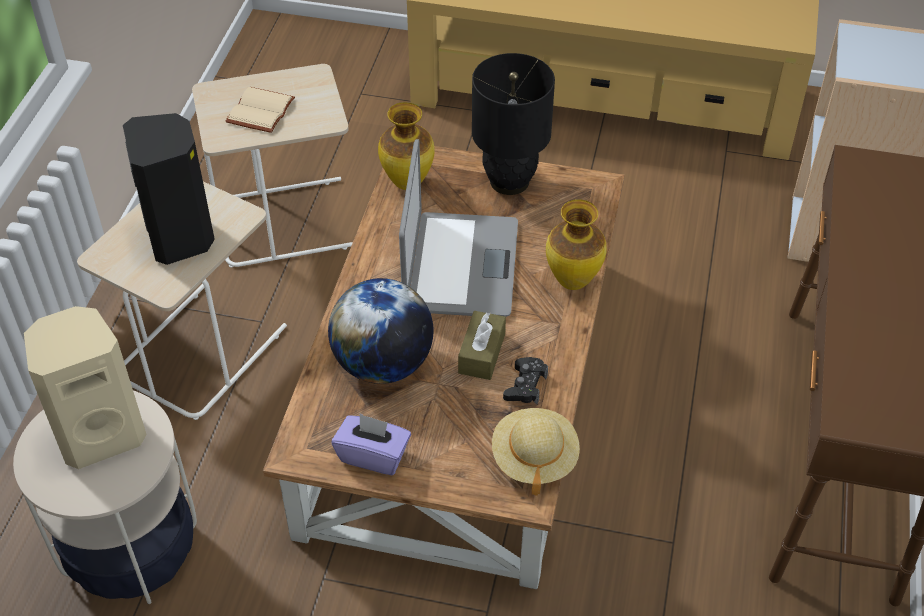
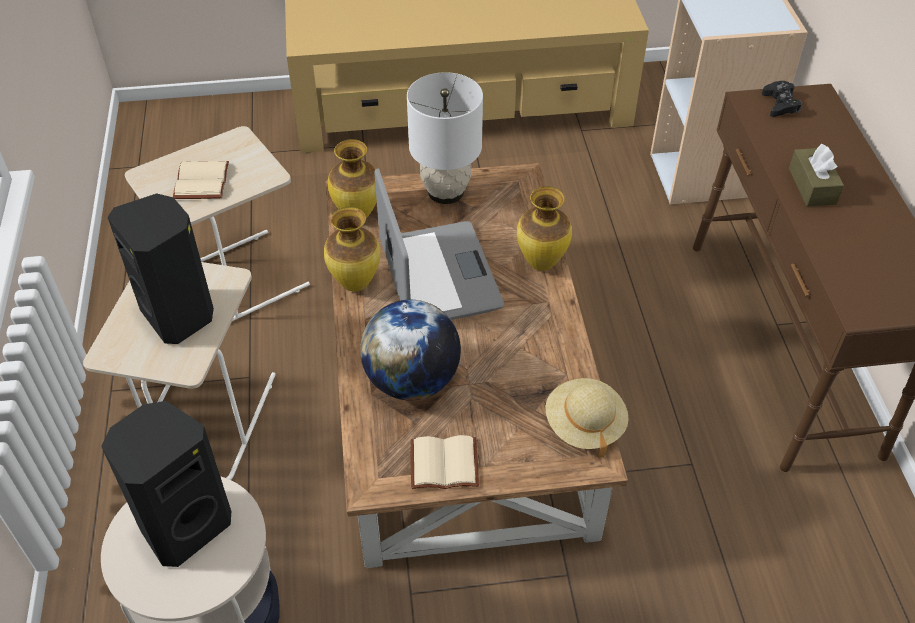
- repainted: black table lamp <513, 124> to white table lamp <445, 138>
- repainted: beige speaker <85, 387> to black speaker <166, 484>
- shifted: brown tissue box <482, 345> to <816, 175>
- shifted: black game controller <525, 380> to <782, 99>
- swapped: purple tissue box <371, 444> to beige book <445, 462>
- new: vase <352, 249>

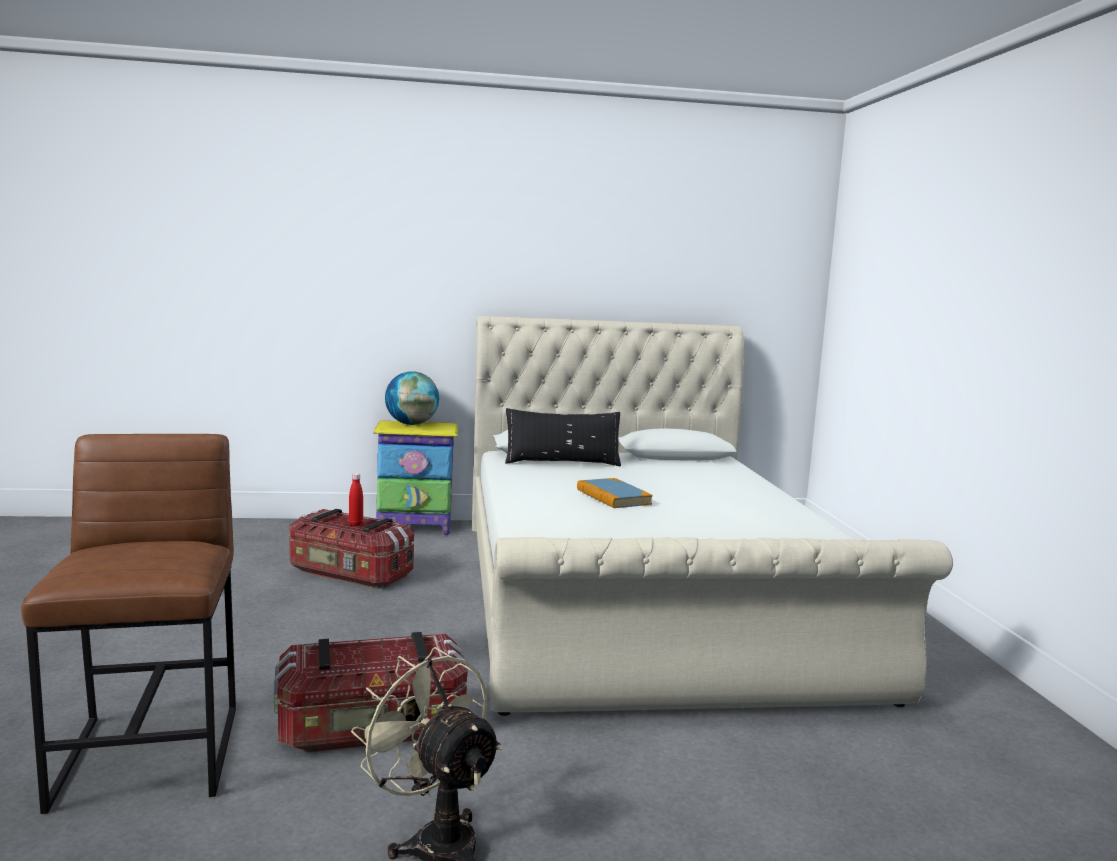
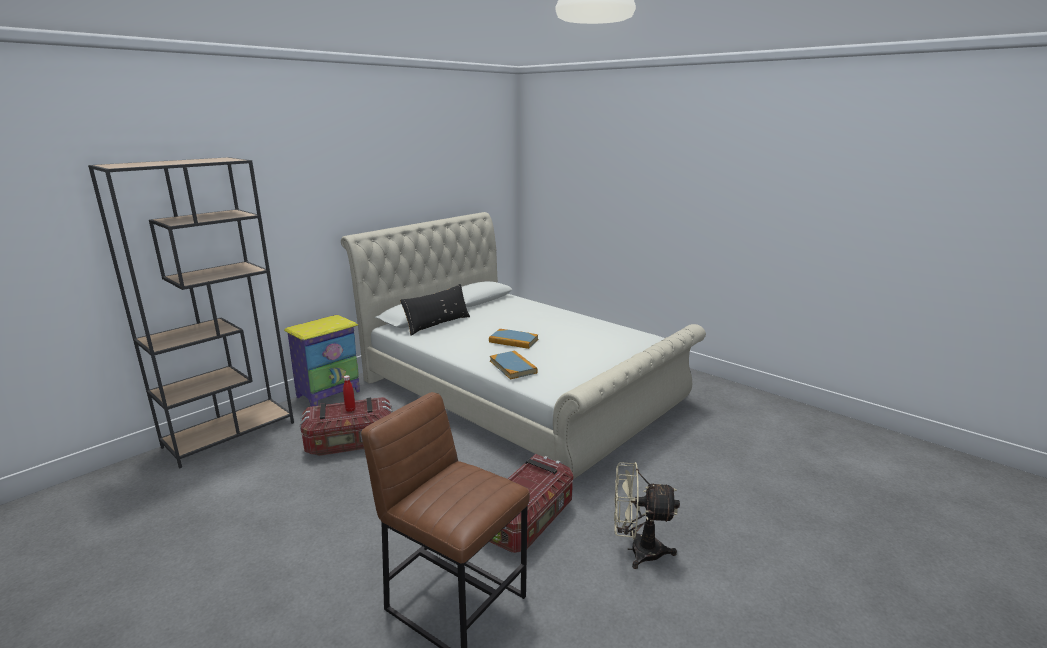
- gone: globe <412, 398>
- new: bookcase <191, 312>
- new: book <514, 365>

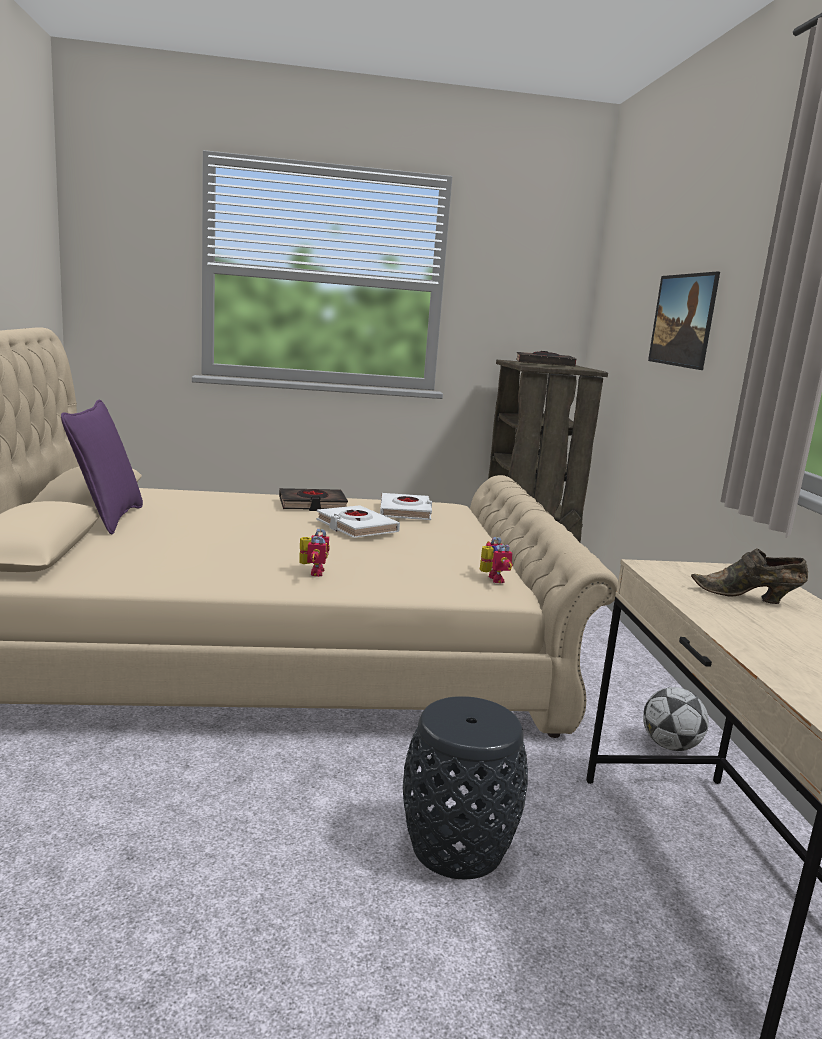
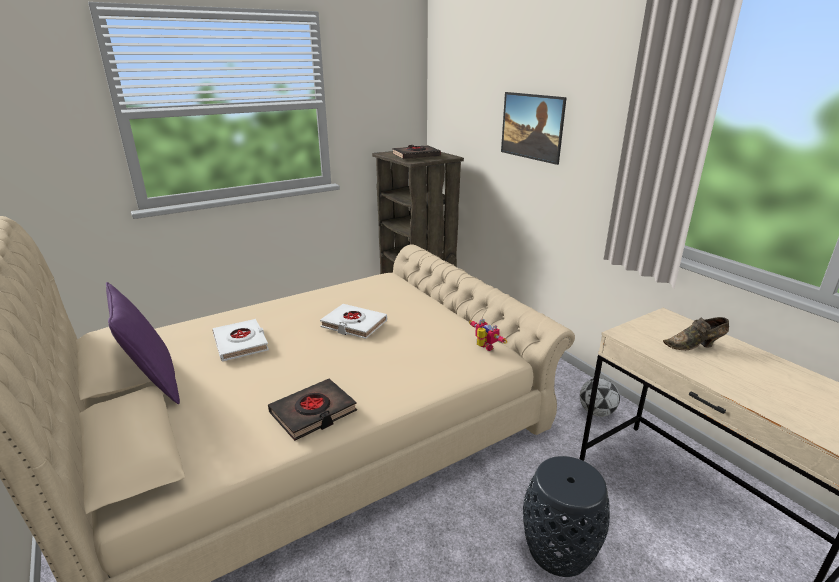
- shifted: black book <313, 499> to <312, 410>
- shifted: white book <406, 506> to <240, 340>
- gone: toy robot <314, 553>

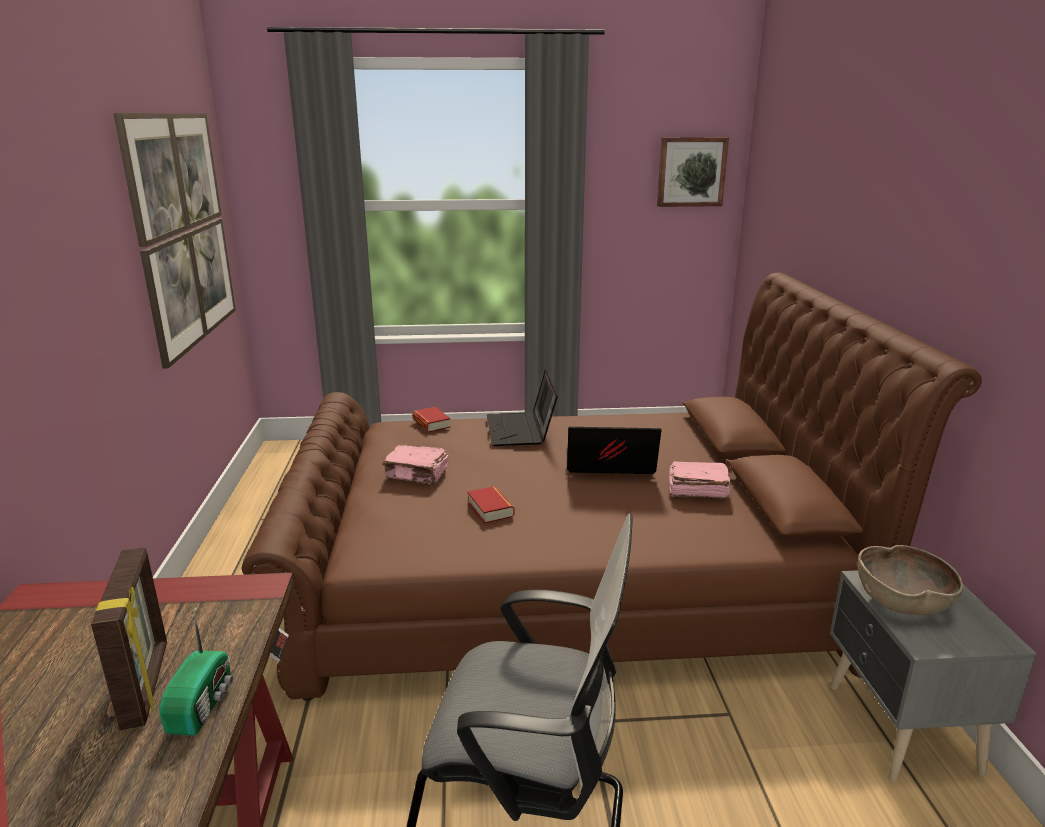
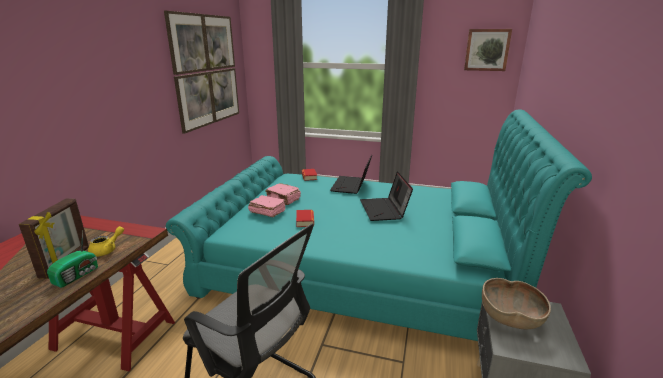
- repainted: brown bed <611, 486> to turquoise bed <379, 225>
- rotated: laptop <614, 450> = <386, 196> 120 degrees counterclockwise
- shifted: pink book <700, 480> to <267, 206>
- new: yellow teapot <106, 241>

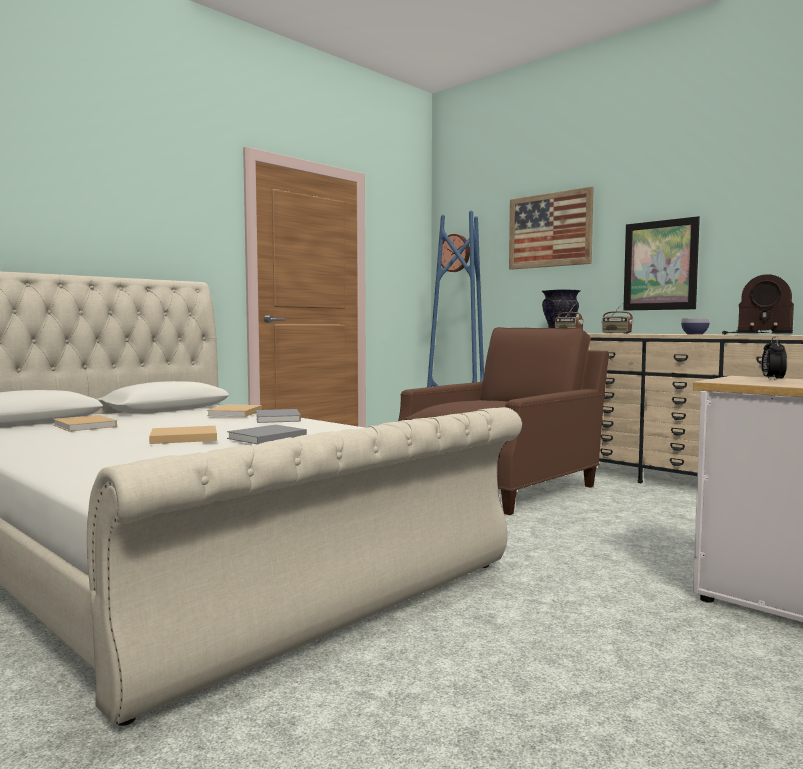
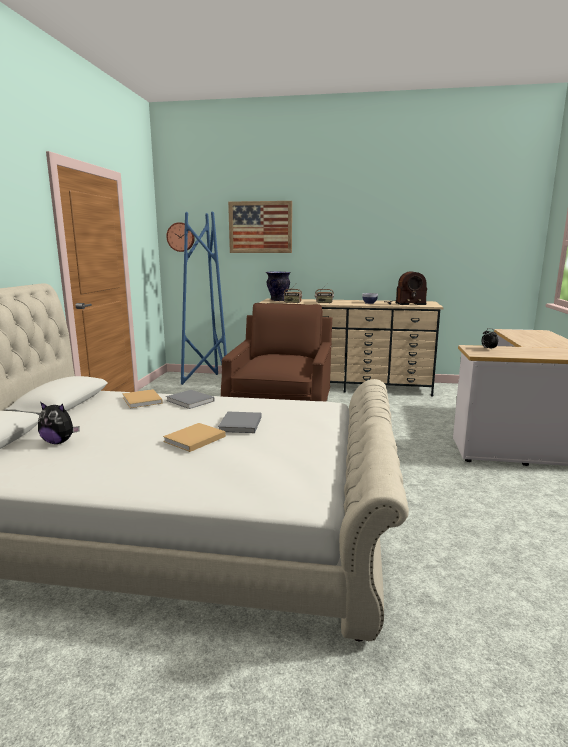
- gone: picture <661, 263>
- swapped: beige book <85, 423> to plush toy <59, 423>

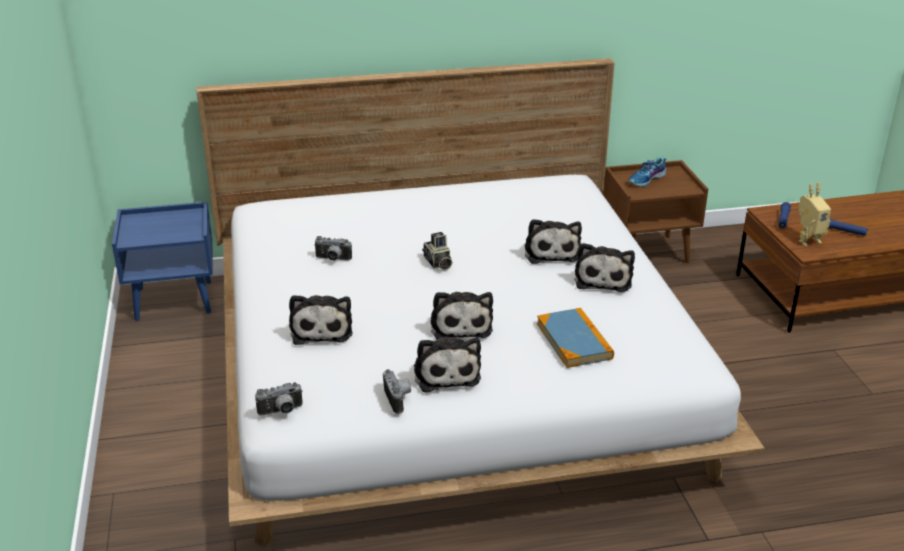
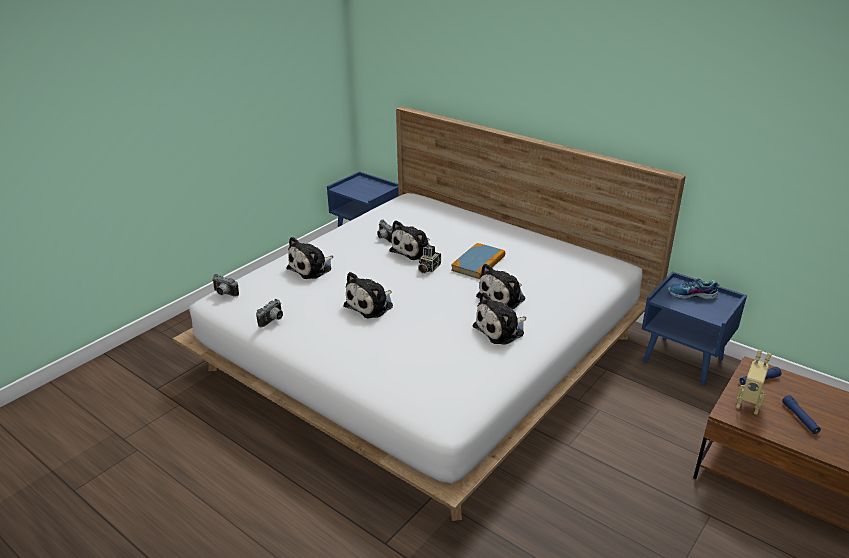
- repainted: brown nightstand <655, 211> to blue nightstand <694, 328>
- shifted: book <575, 338> to <478, 261>
- shifted: plush toy <447, 364> to <409, 240>

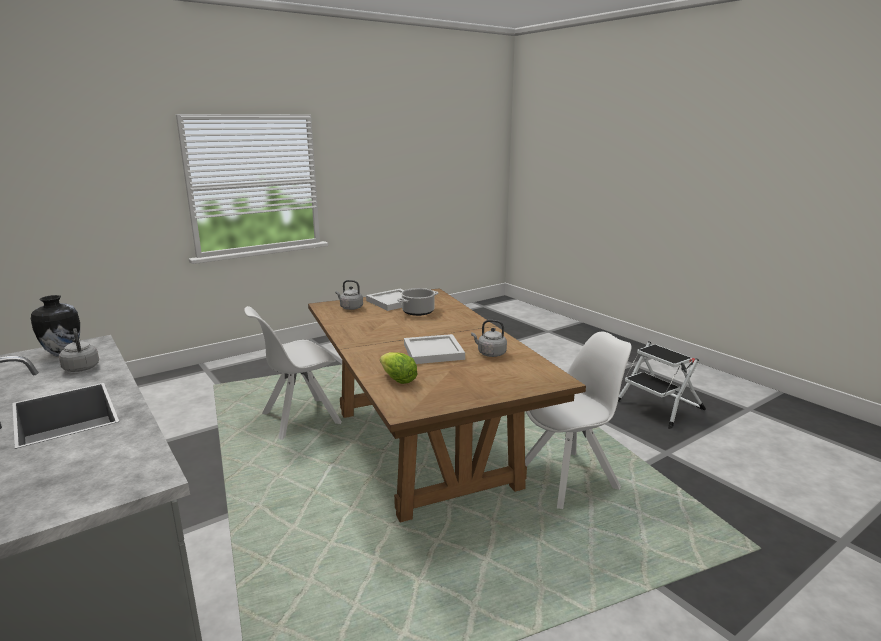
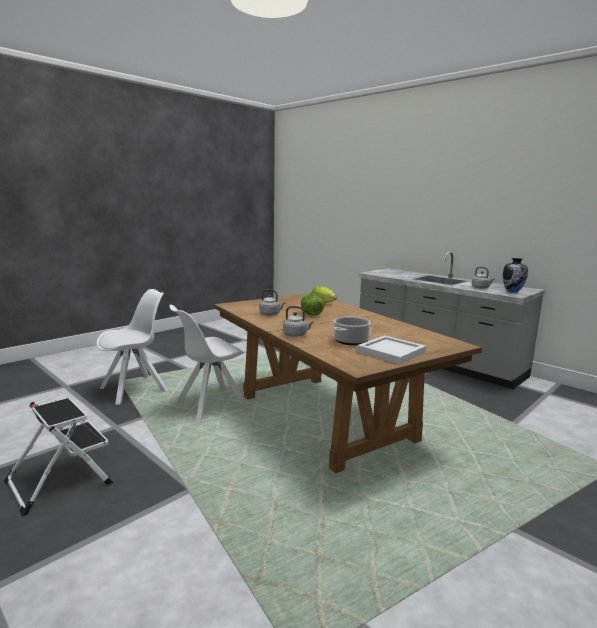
- shifted: grey kettle <349, 295> to <298, 321>
- shifted: white chair <293, 373> to <132, 347>
- swapped: white tray <434, 349> to lettuce <313, 304>

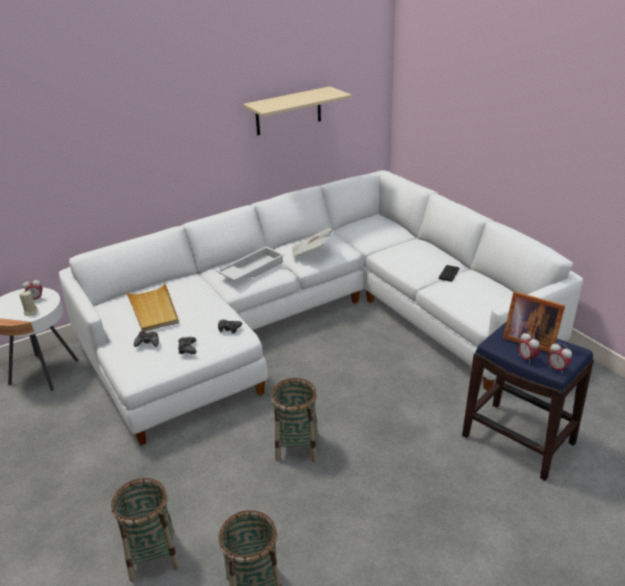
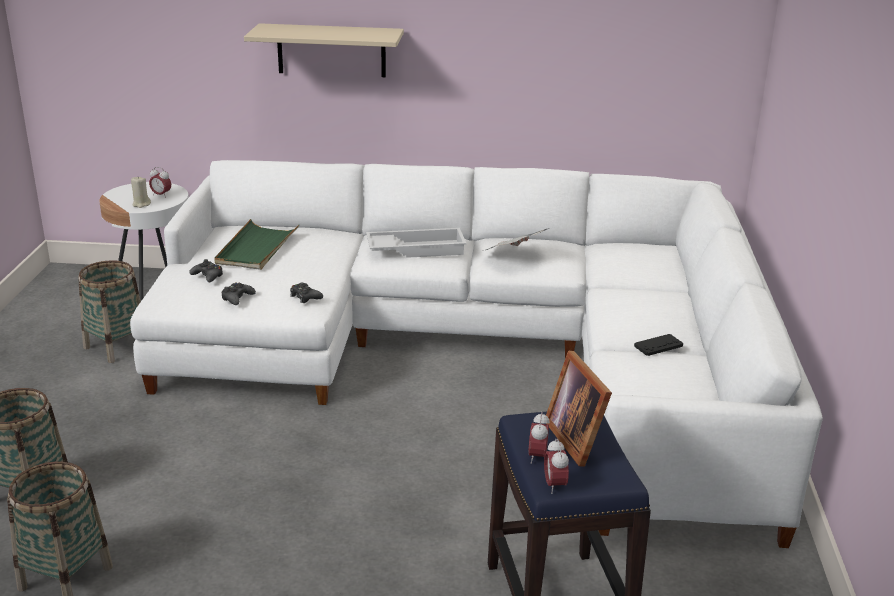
- shifted: beige shelf <297, 110> to <324, 50>
- repainted: beige tray <152, 307> to green tray <256, 244>
- shifted: basket <294, 420> to <109, 311>

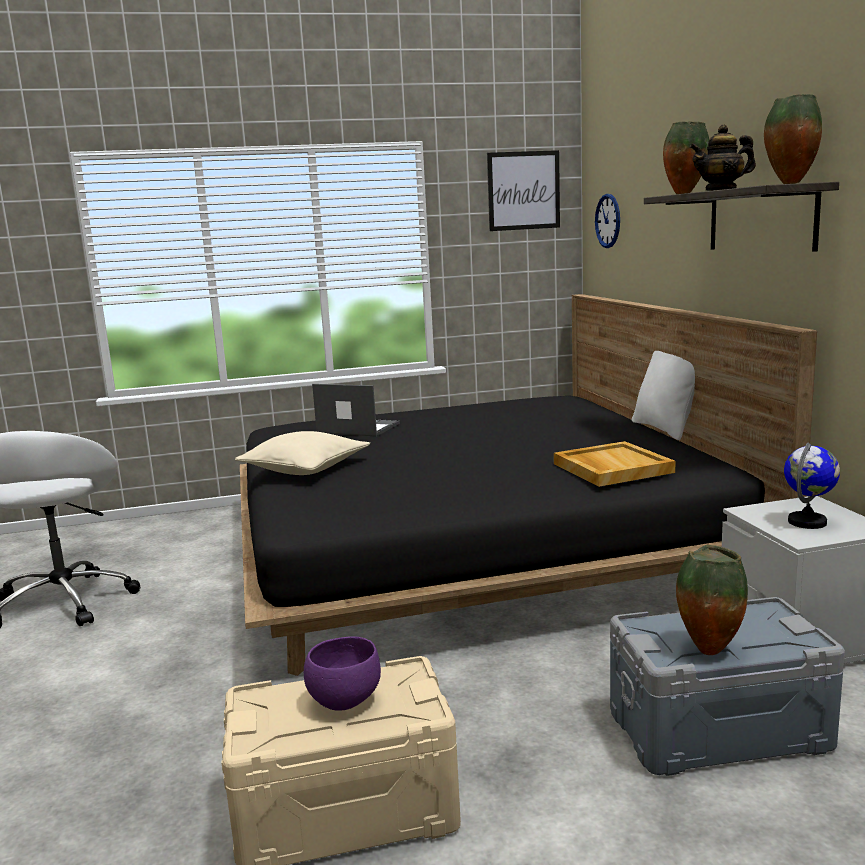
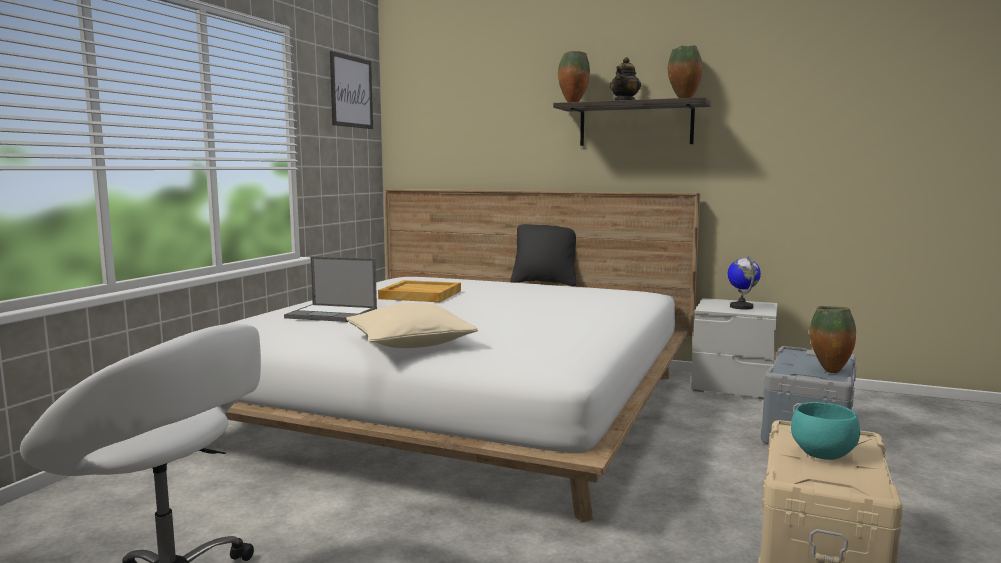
- gone: wall clock <607, 221>
- repainted: black bed <528, 485> to white bed <462, 355>
- repainted: white pillow <663, 395> to black pillow <543, 255>
- rotated: laptop <356, 410> = <330, 289> 135 degrees counterclockwise
- shifted: beige tray <614, 464> to <419, 291>
- repainted: purple bowl <342, 673> to turquoise bowl <825, 431>

